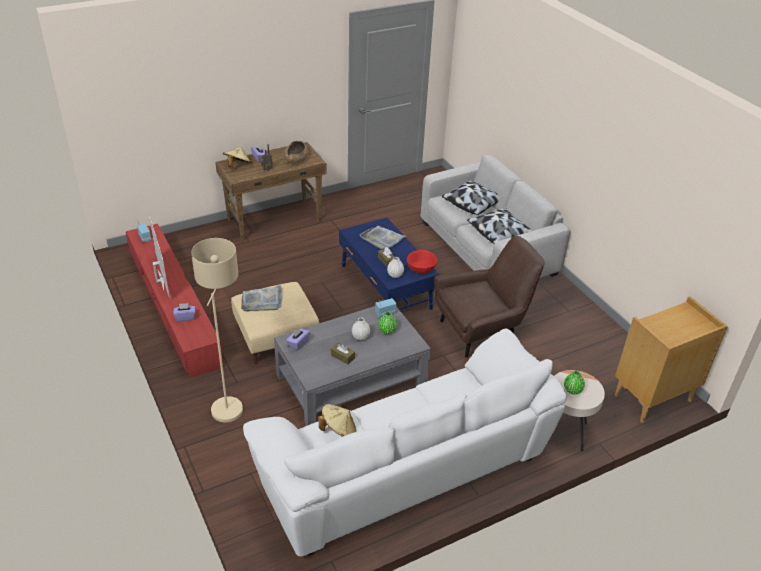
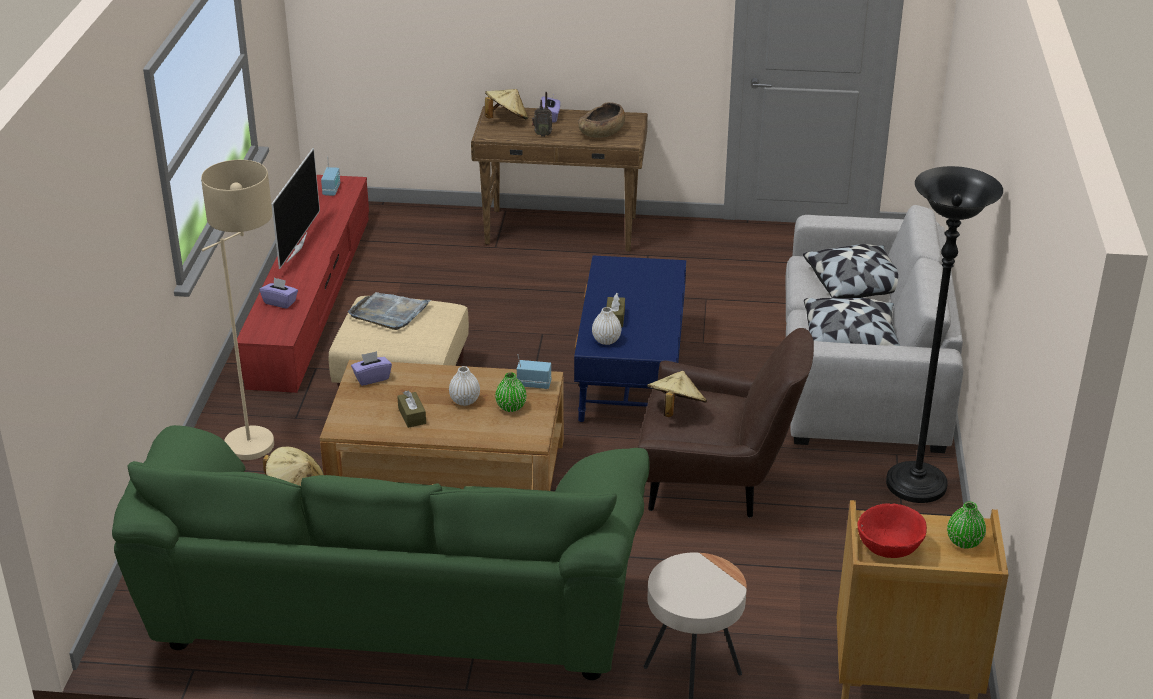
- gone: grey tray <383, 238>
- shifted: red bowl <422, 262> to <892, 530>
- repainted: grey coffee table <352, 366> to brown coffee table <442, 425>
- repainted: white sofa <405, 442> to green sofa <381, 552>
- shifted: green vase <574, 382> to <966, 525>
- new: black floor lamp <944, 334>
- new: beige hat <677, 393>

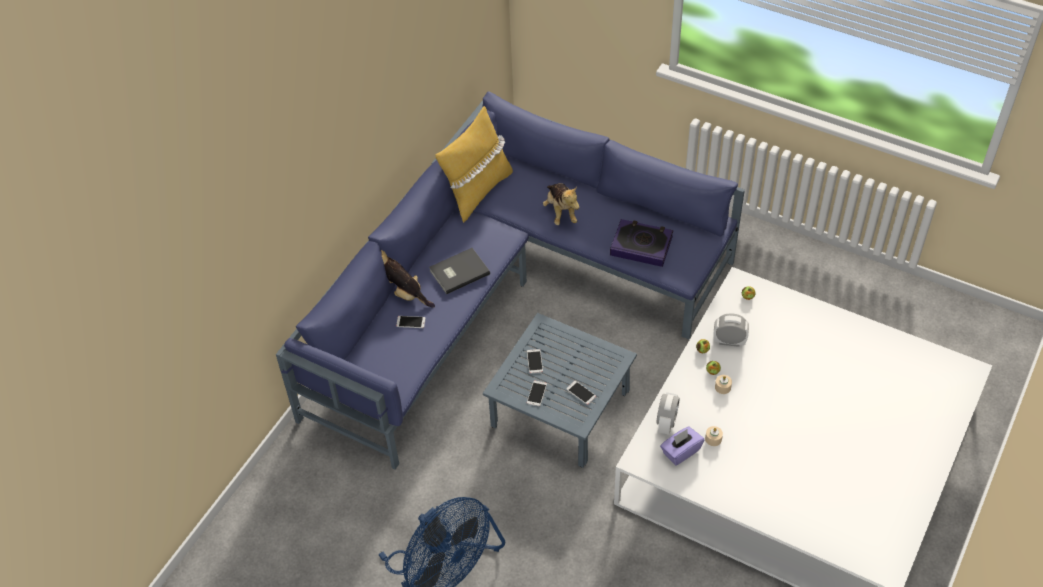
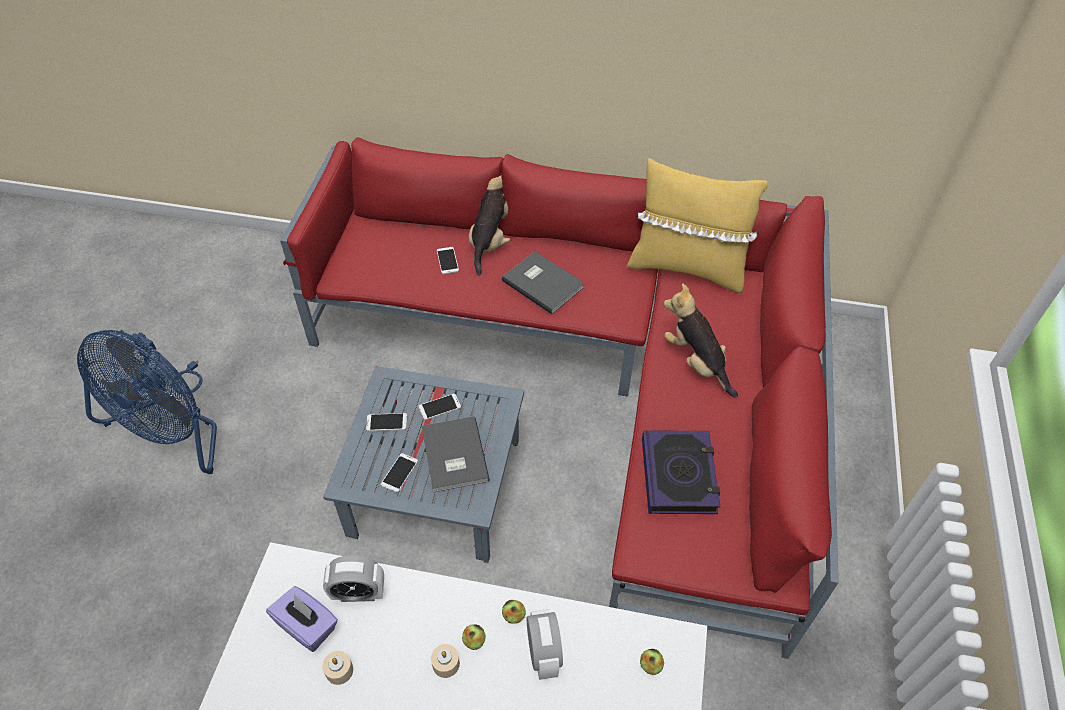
- repainted: blue sofa <510, 280> to red sofa <559, 398>
- rotated: plush toy <561, 204> = <701, 340> 90 degrees clockwise
- new: grey book <456, 454>

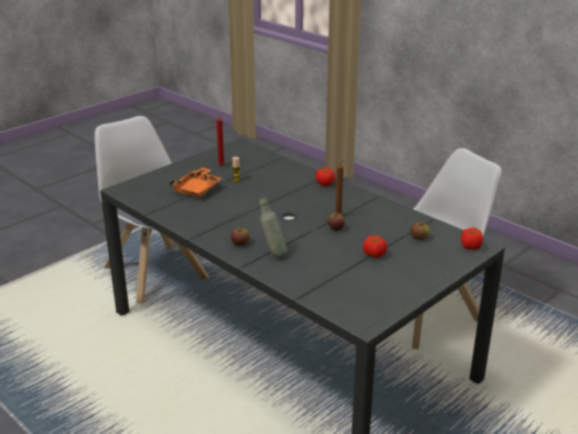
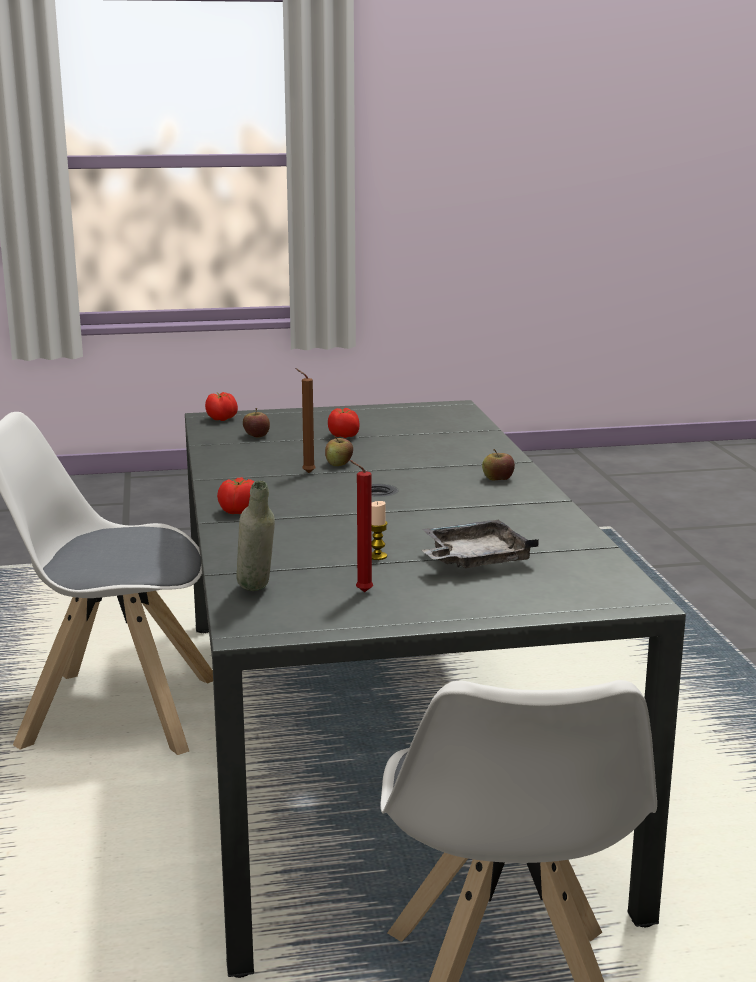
- repainted: orange tray <195, 182> to grey tray <480, 544>
- shifted: grey bottle <273, 227> to <255, 536>

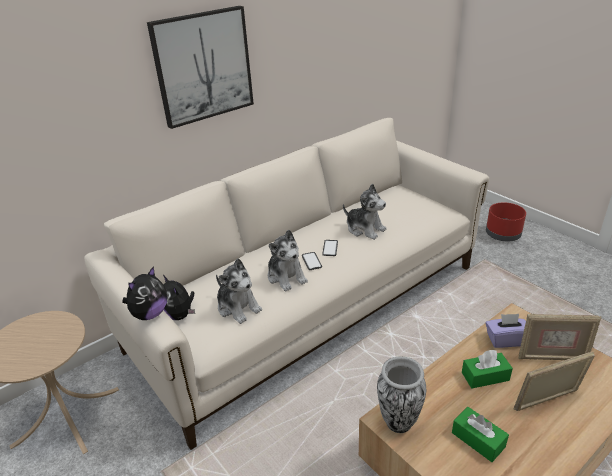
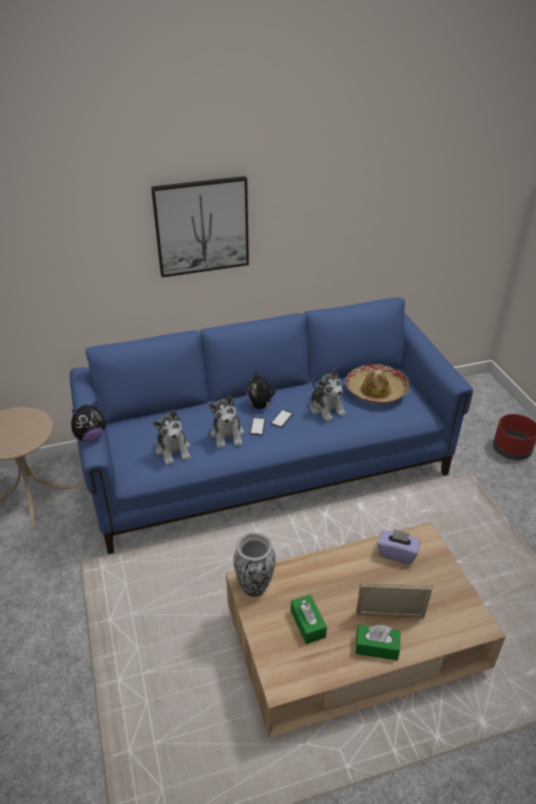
- repainted: beige sofa <286, 284> to blue sofa <271, 425>
- shifted: plush toy <179, 297> to <261, 389>
- gone: picture frame <559, 337>
- shifted: green tissue box <487, 369> to <378, 643>
- new: hat <377, 384>

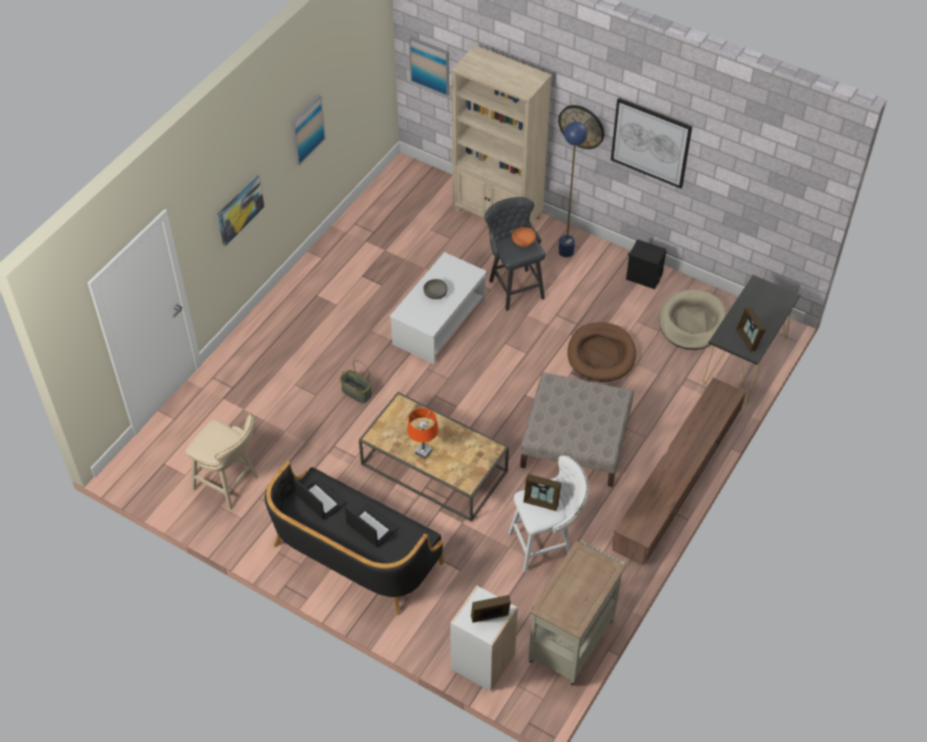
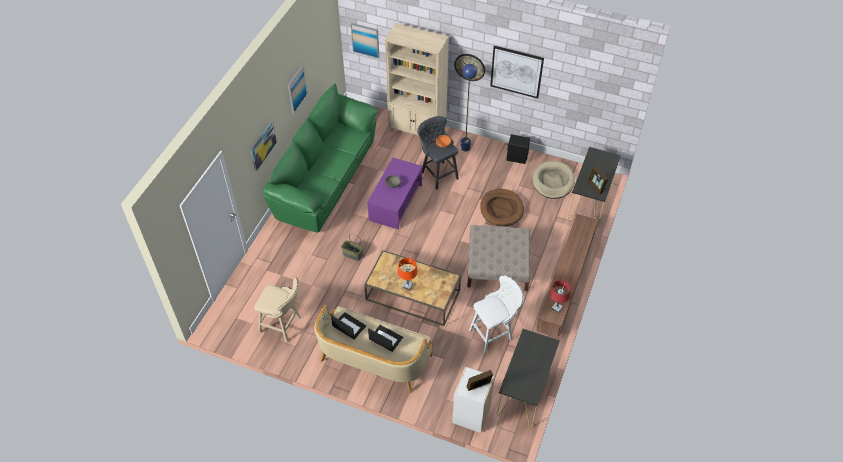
- repainted: white coffee table <438, 308> to purple coffee table <394, 194>
- repainted: black sofa <354, 538> to beige sofa <373, 348>
- gone: picture frame <542, 492>
- swapped: beige cart <577, 613> to black console table <528, 378>
- new: green sofa <320, 158>
- new: red table lamp <560, 296>

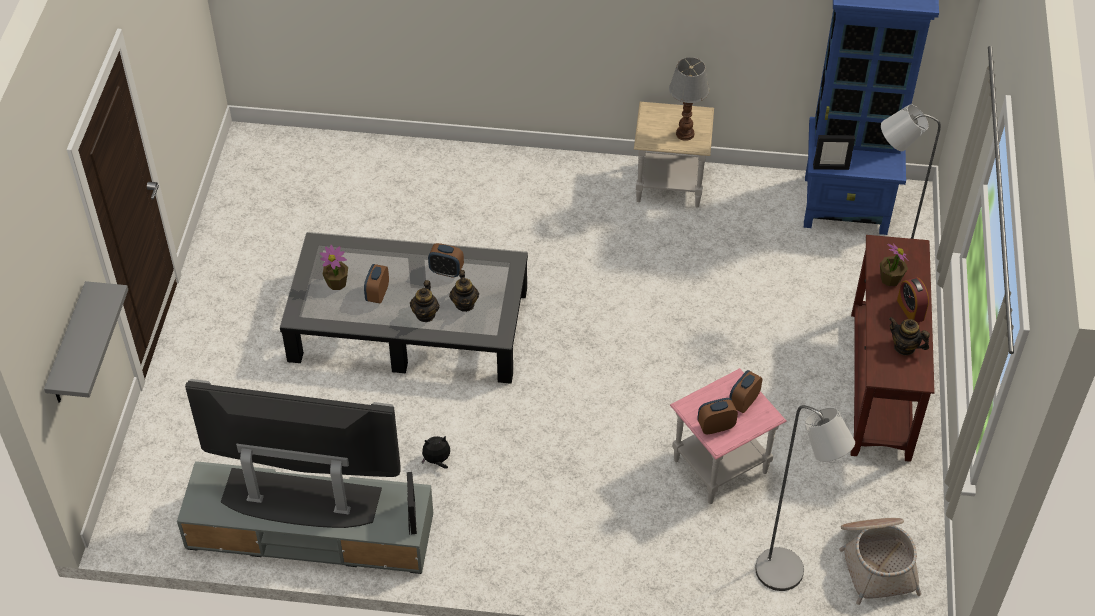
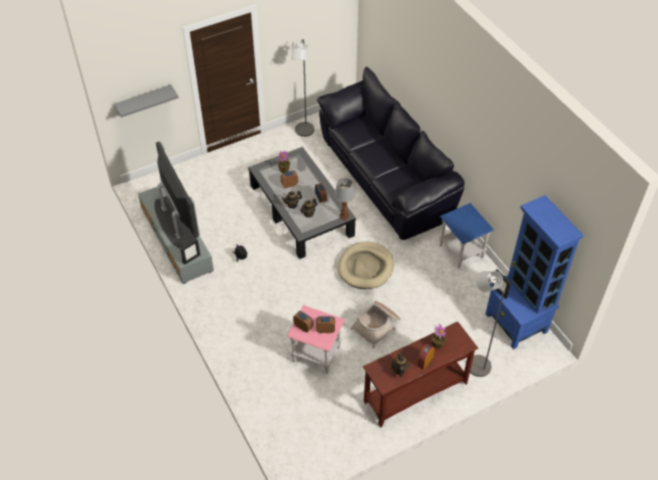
- shifted: table lamp <689, 99> to <344, 199>
- repainted: beige side table <674, 154> to blue side table <466, 236>
- shifted: grey floor lamp <805, 498> to <302, 88>
- shifted: basket <880, 561> to <375, 324>
- new: black sofa <391, 153>
- new: beige dog bed <366, 265>

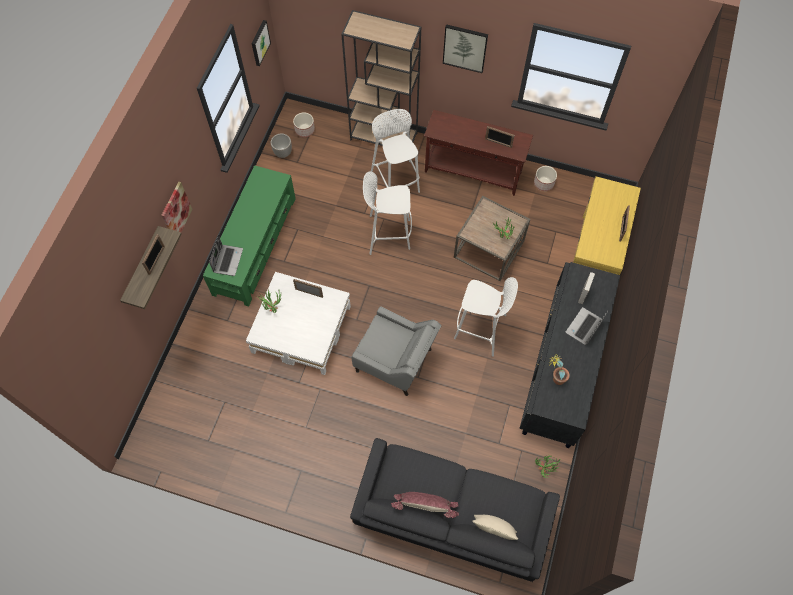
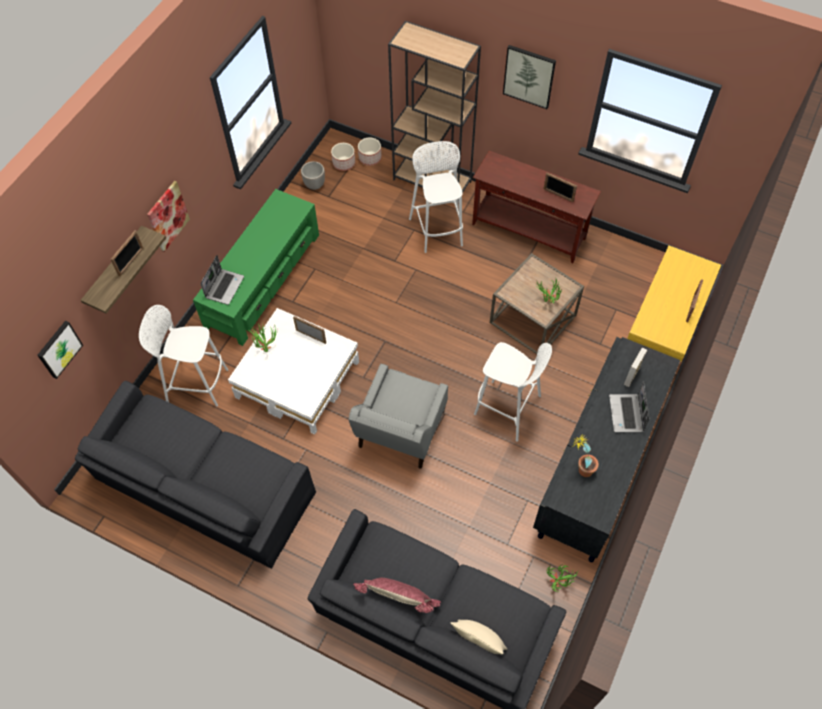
- shifted: picture <261, 43> to <60, 350>
- shifted: planter <545, 178> to <370, 152>
- shifted: white stool <387, 213> to <183, 356>
- rotated: grey armchair <397, 351> = <398, 416> 75 degrees clockwise
- rotated: laptop <586, 326> = <629, 406> 45 degrees counterclockwise
- new: grey sofa <195, 475>

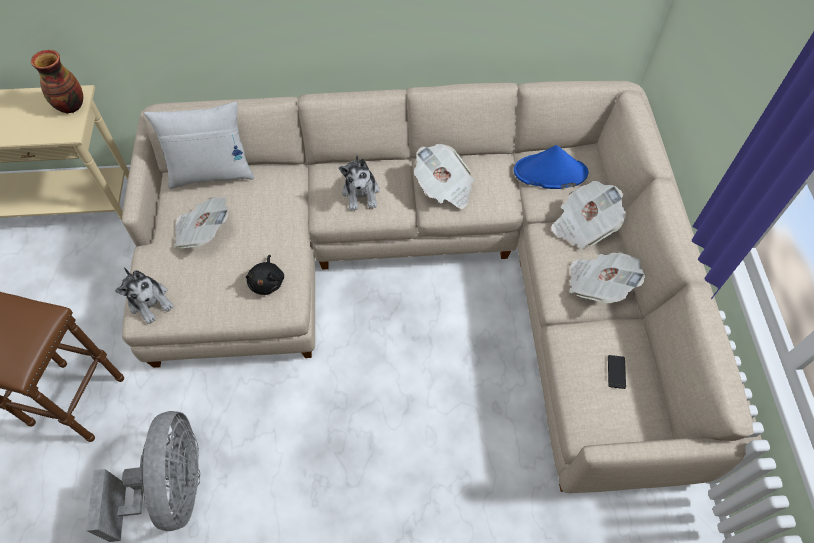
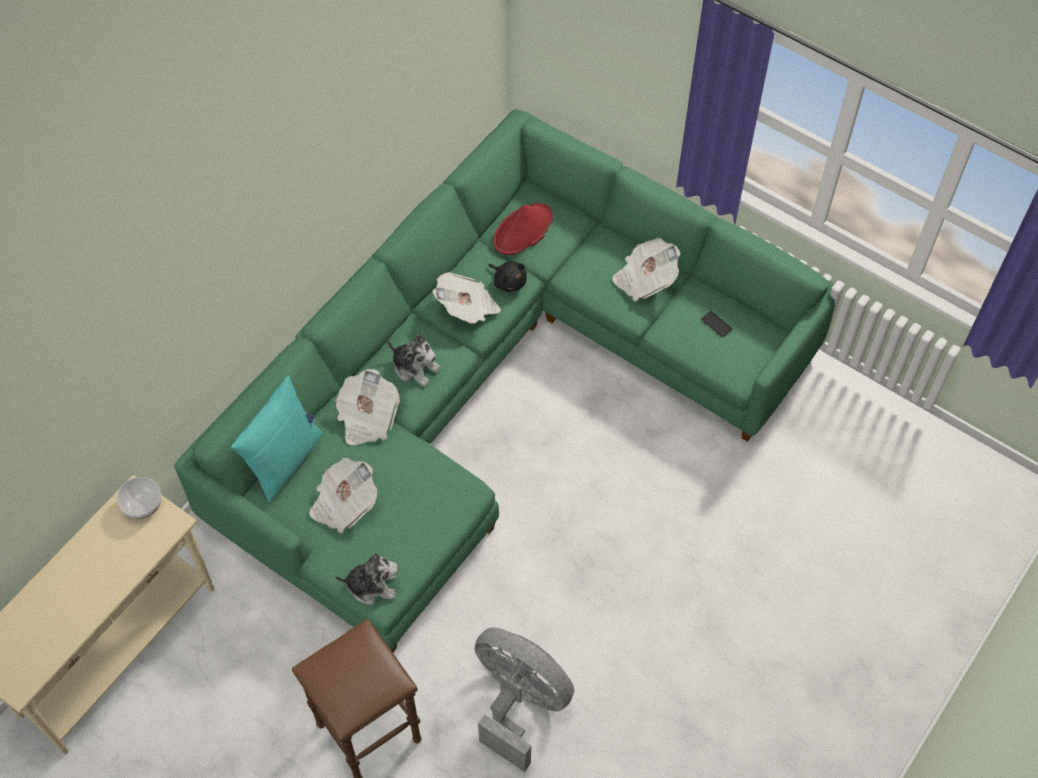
- swapped: vase <57, 82> to bowl <139, 498>
- repainted: beige sofa <442, 287> to green sofa <504, 380>
- repainted: grey pillow <199, 145> to turquoise pillow <277, 439>
- repainted: blue hat <551, 167> to red hat <523, 229>
- shifted: newspaper <588, 215> to <367, 407>
- shifted: black plush toy <265, 275> to <507, 277>

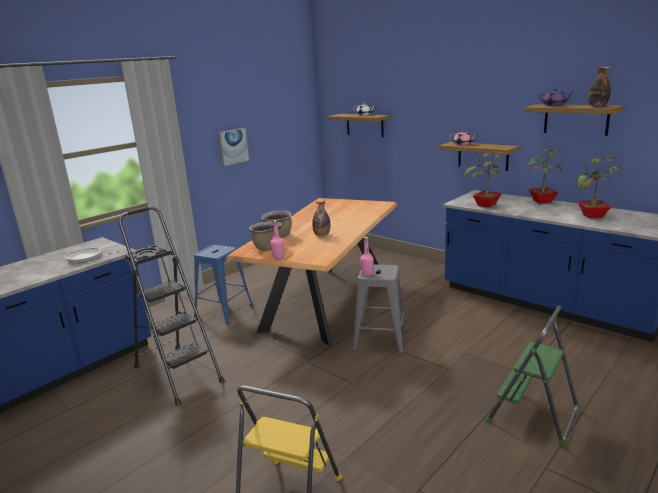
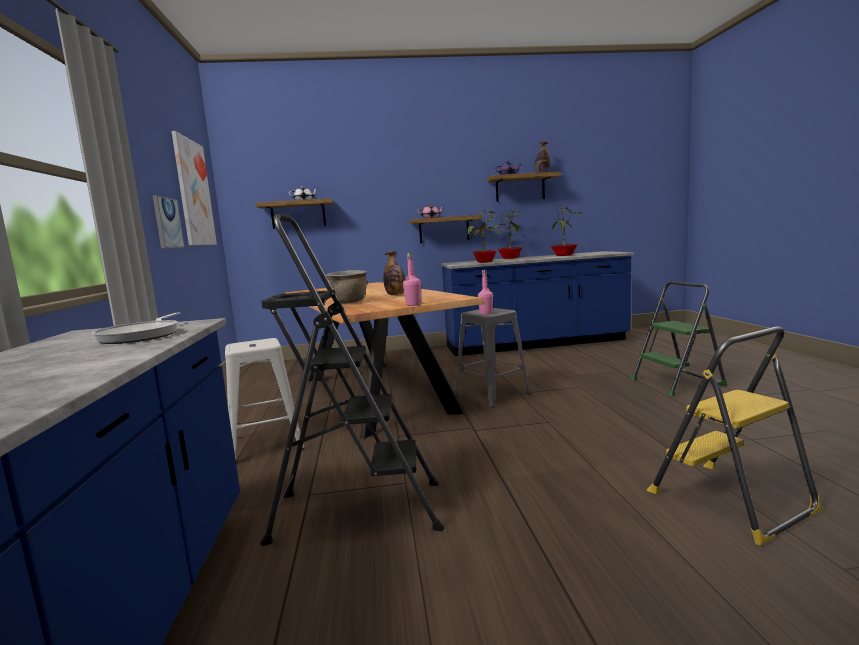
- gone: brown cooking pot <265, 235>
- repainted: blue stool <223, 284> to white stool <265, 398>
- new: picture <194, 188>

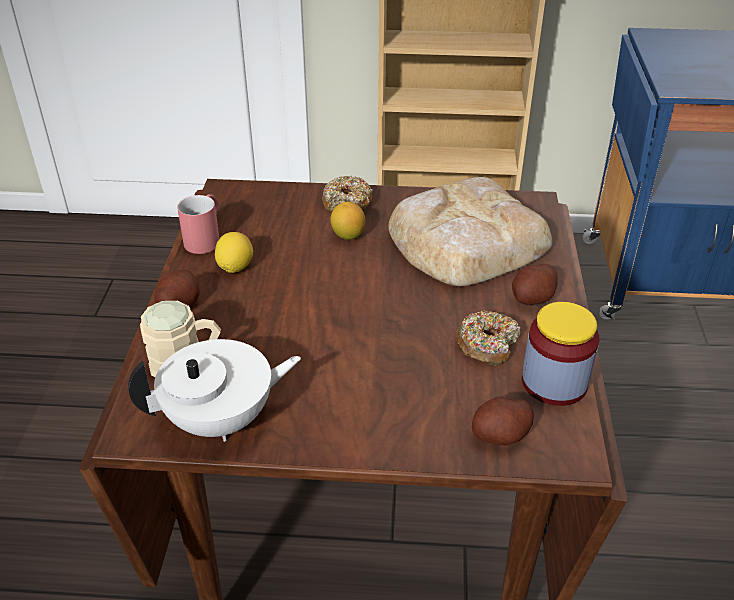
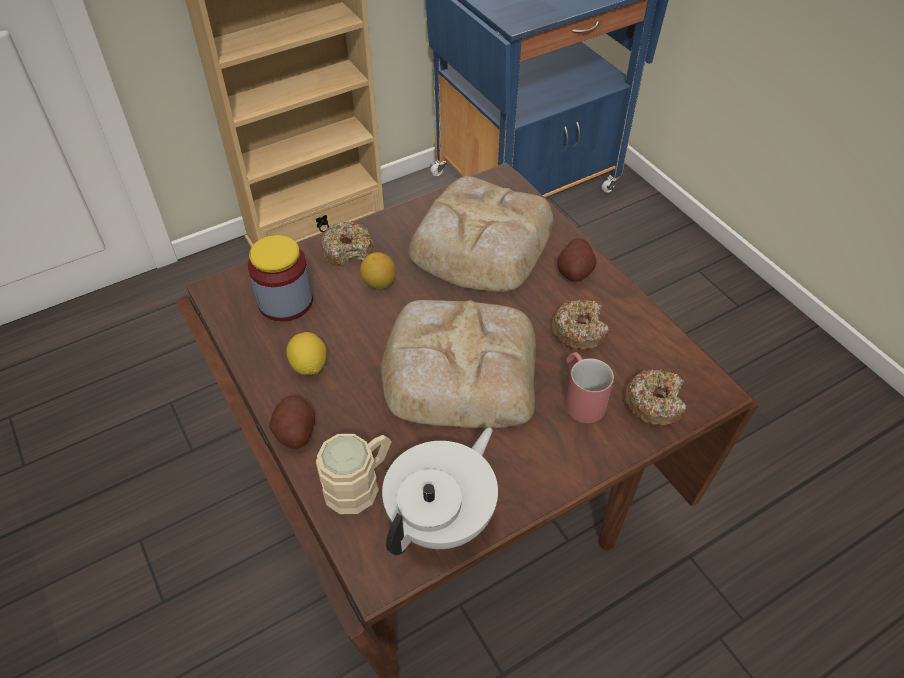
- shifted: red mug <198, 224> to <589, 387>
- shifted: jar <561, 354> to <280, 278>
- swapped: potato <503, 421> to donut <655, 397>
- new: bread <458, 364>

